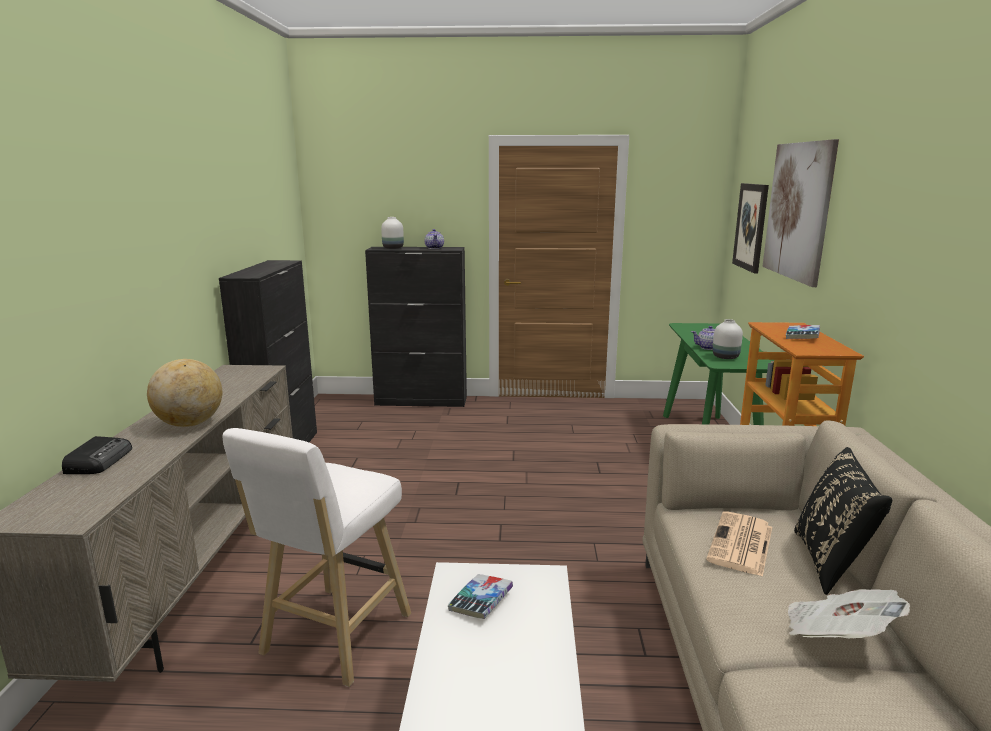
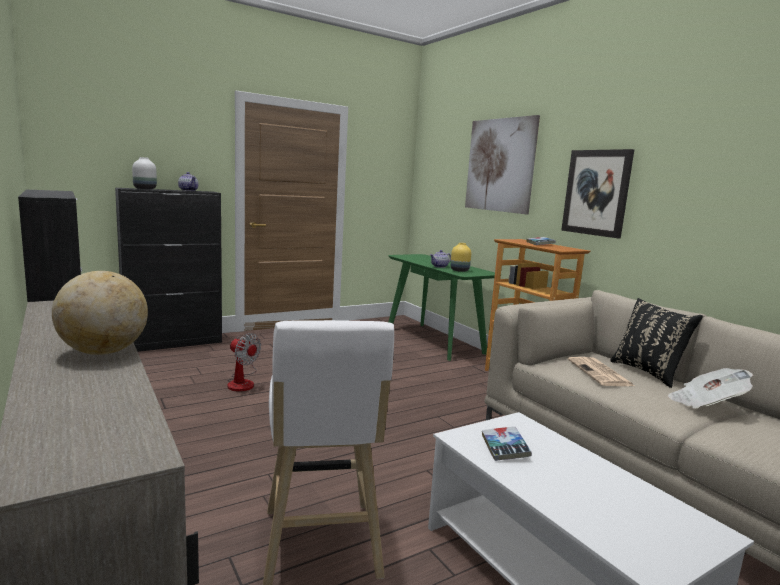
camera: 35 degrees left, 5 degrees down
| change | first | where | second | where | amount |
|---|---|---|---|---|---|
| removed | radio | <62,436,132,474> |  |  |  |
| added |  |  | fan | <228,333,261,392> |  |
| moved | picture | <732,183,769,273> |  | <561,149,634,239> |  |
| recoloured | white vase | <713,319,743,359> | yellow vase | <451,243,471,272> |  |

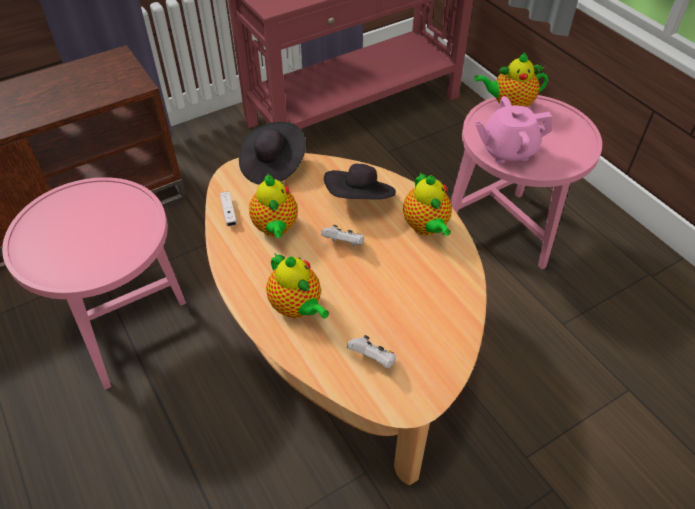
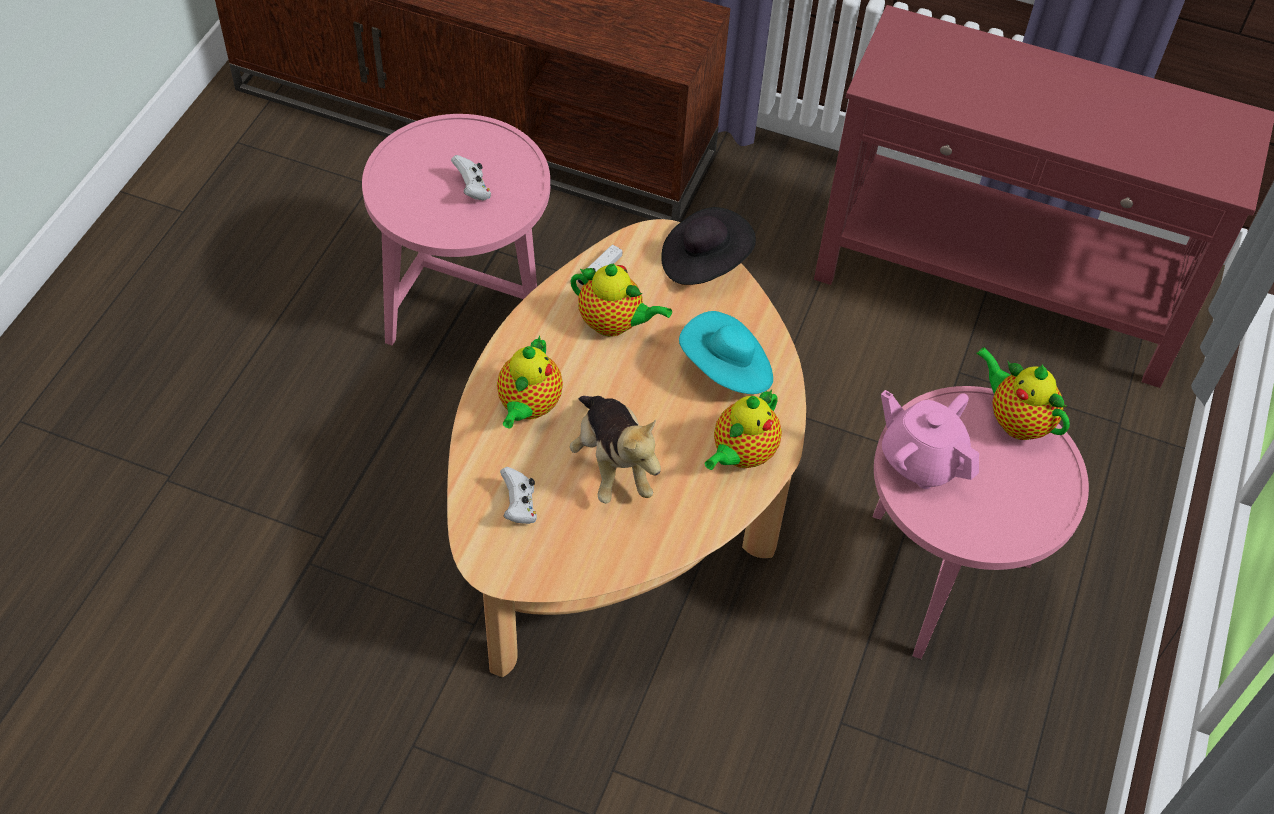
camera: 50 degrees right, 5 degrees up
| change | first | where | second | where | amount |
|---|---|---|---|---|---|
| added |  |  | plush toy | <570,396,661,504> |  |
| moved | white game controller | <321,225,364,246> |  | <451,155,491,201> |  |
| recoloured | black hat | <324,164,396,200> | turquoise hat | <679,311,773,394> |  |
| turned | teapot | <249,173,297,238> |  | <571,264,672,336> | 105 degrees counterclockwise |

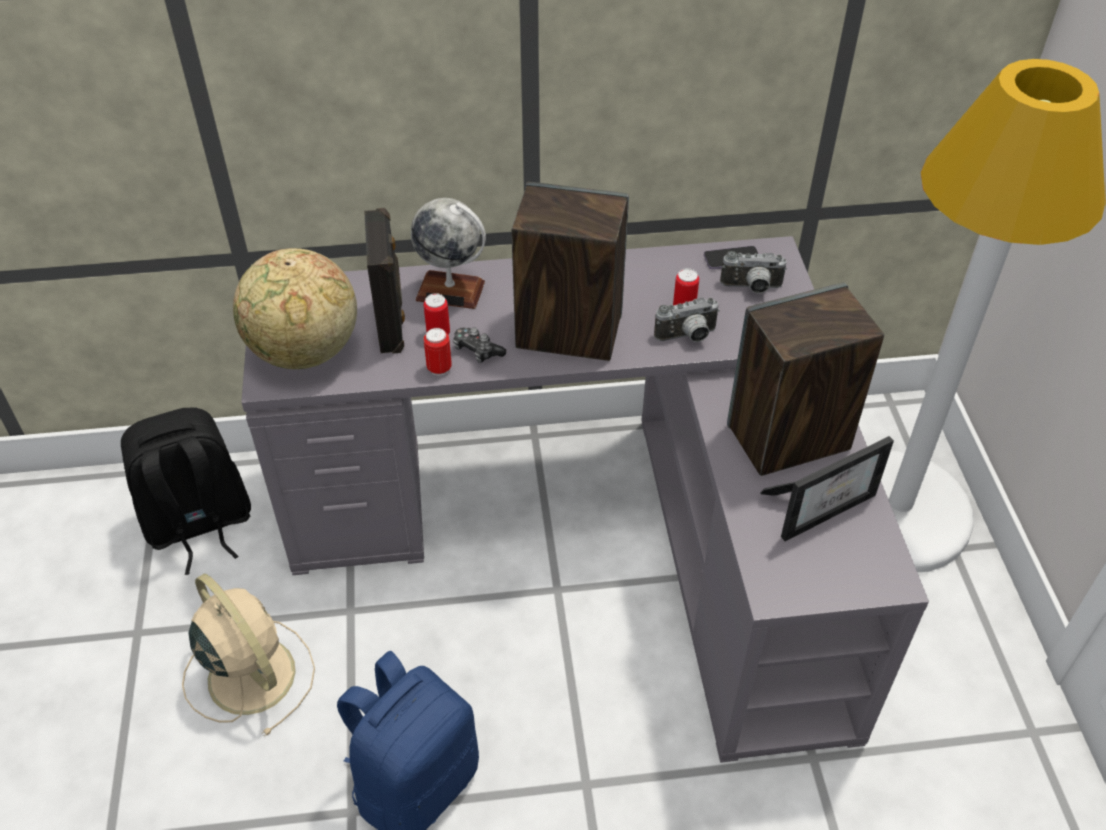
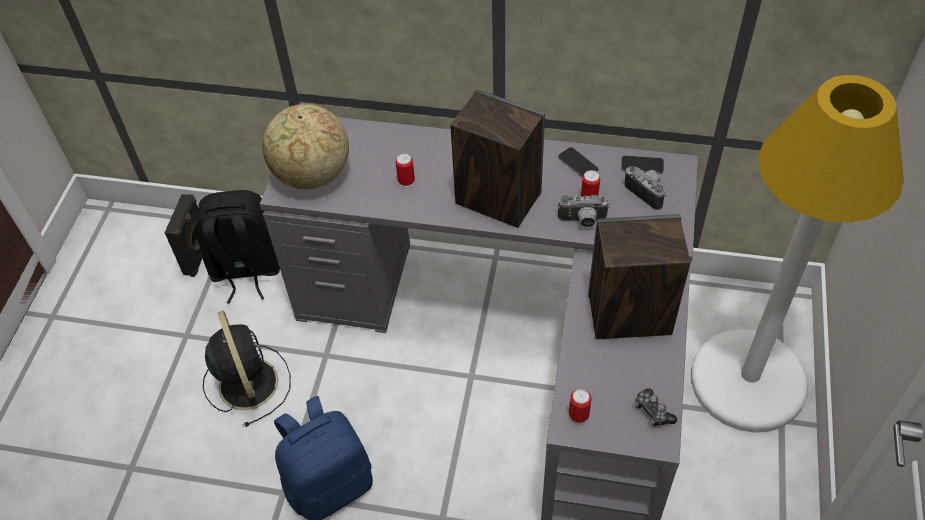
camera: 20 degrees right, 5 degrees up
| change | first | where | second | where | amount |
|---|---|---|---|---|---|
| removed | globe | <411,198,486,309> |  |  |  |
| removed | picture frame | <760,436,894,541> |  |  |  |
| added |  |  | phone | <558,147,599,178> |  |
| moved | black speaker | <364,208,405,354> |  | <164,194,203,277> |  |
| moved | can | <424,328,452,376> |  | <569,389,592,422> |  |
| moved | game controller | <453,327,506,363> |  | <634,388,678,426> |  |
| recoloured | beige fan | <182,573,315,736> | black fan | <203,310,291,427> |  |
| turned | photo camera | <720,251,787,294> |  | <625,166,666,210> | 150 degrees counterclockwise |

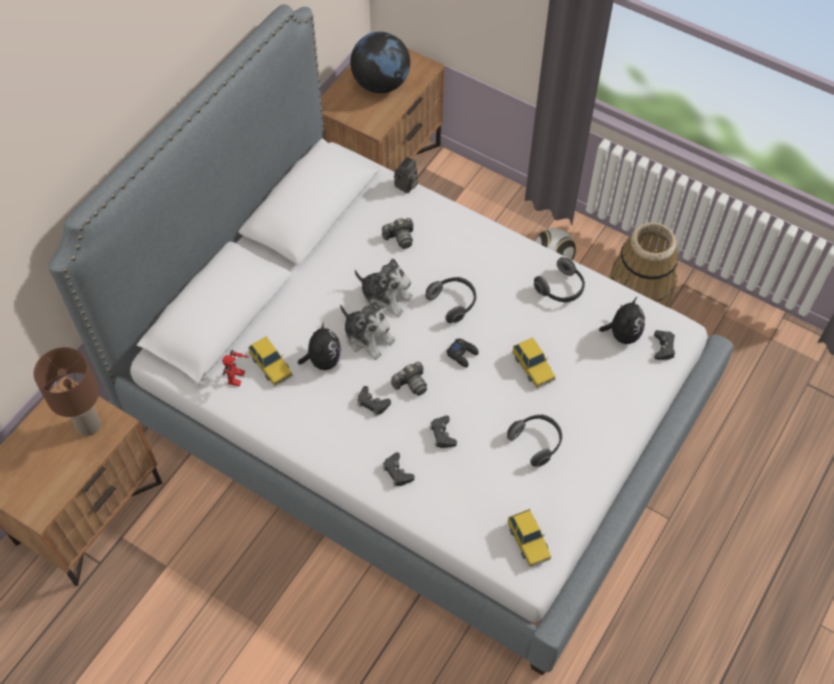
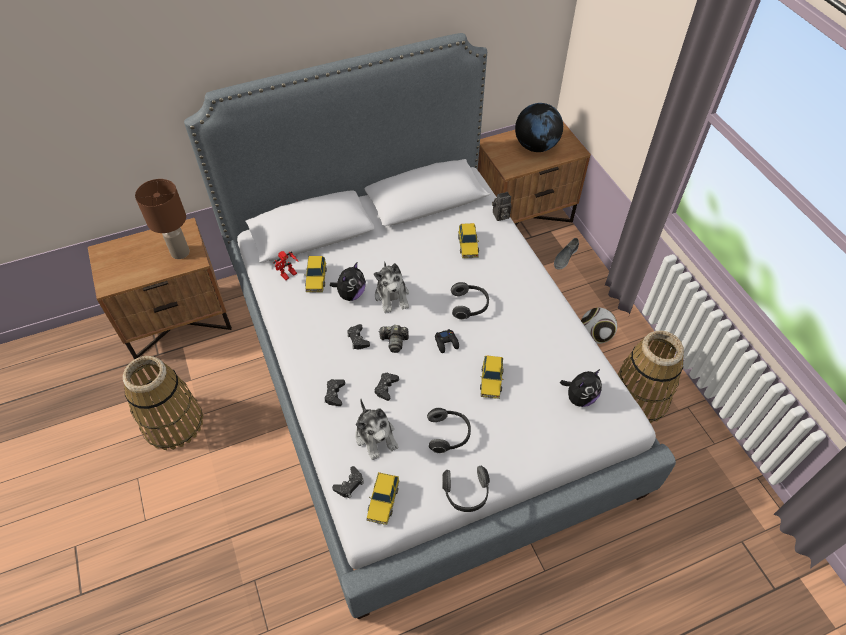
camera: 35 degrees right, 5 degrees down
| change | first | where | second | where | amount |
|---|---|---|---|---|---|
| added |  |  | basket | <123,356,203,450> |  |
| added |  |  | grey shoe | <554,238,579,269> |  |
| moved | plush toy | <355,259,413,317> |  | <355,399,398,460> |  |
| moved | headphones | <534,257,585,303> |  | <442,465,490,512> |  |
| moved | black game controller | <654,330,675,360> |  | <332,466,364,498> |  |
| replaced | photo camera | <382,218,413,249> | toy car | <458,223,479,258> |  |

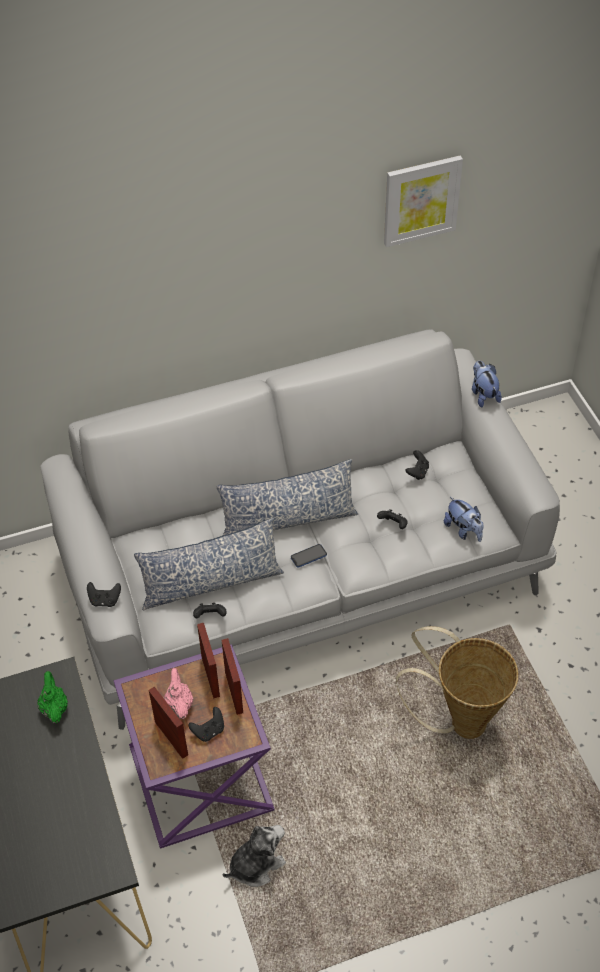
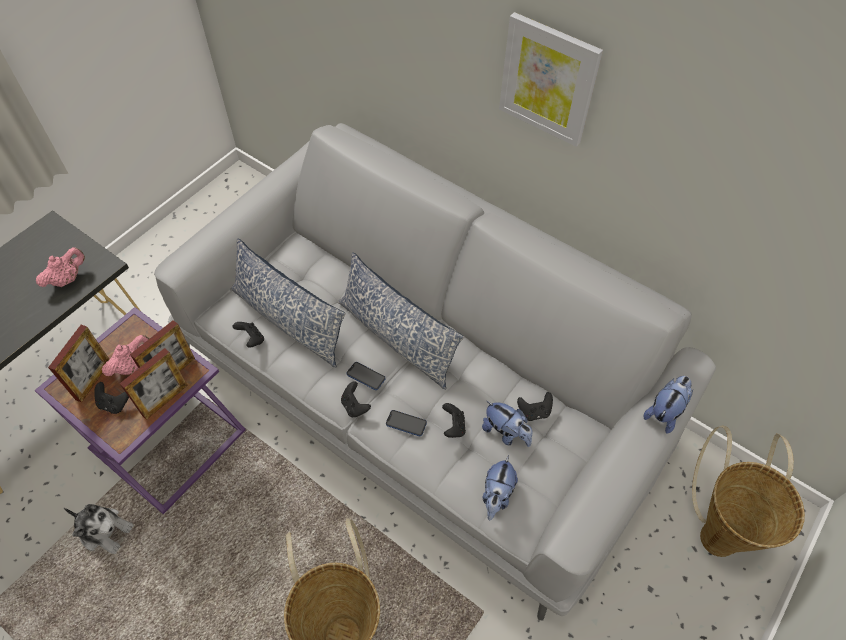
camera: 55 degrees right, 5 degrees up
| change | first | where | second | where | amount |
|---|---|---|---|---|---|
| added |  |  | phone | <386,410,427,437> |  |
| added |  |  | plush toy | <482,401,532,447> |  |
| added |  |  | basket | <692,425,805,557> |  |
| moved | black game controller | <87,582,121,607> |  | <341,381,371,417> |  |
| moved | picture | <384,156,463,247> |  | <499,12,603,147> |  |
| recoloured | green teapot | <37,671,68,724> | pink teapot | <36,247,85,287> |  |

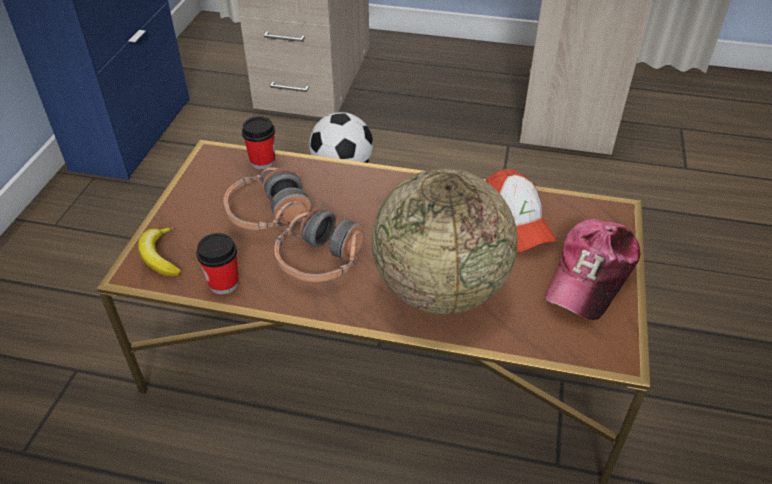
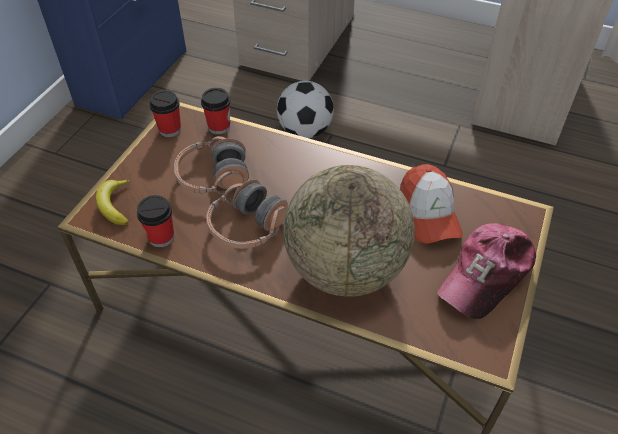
camera: 10 degrees right, 5 degrees up
| change | first | where | second | where | amount |
|---|---|---|---|---|---|
| added |  |  | cup | <150,90,181,137> |  |

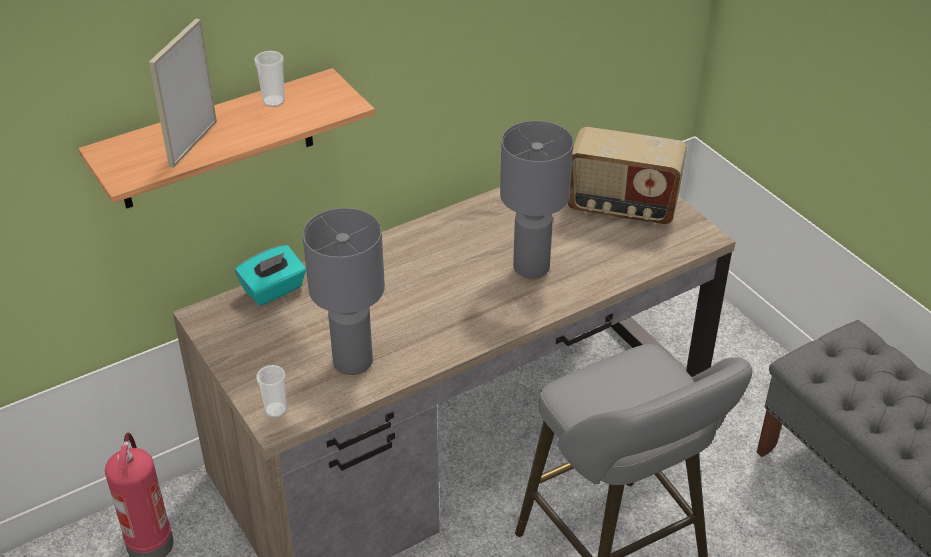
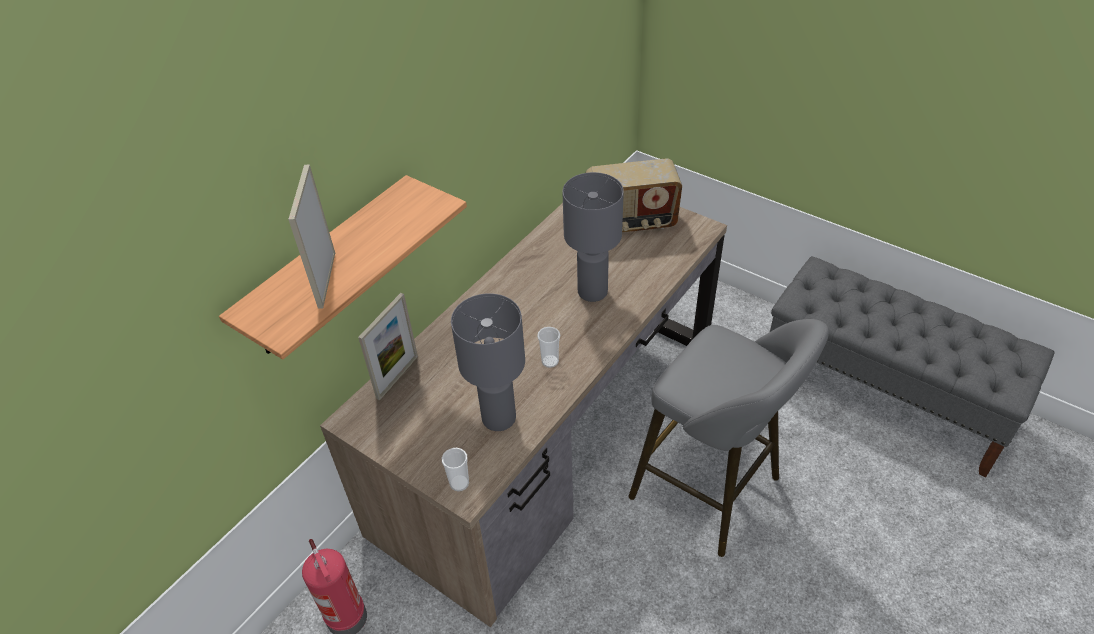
camera: 20 degrees left, 5 degrees up
| change | first | where | second | where | amount |
|---|---|---|---|---|---|
| moved | cup | <254,51,285,107> |  | <537,327,560,368> |  |
| replaced | turquoise tissue box | <235,245,306,306> | picture frame | <358,293,418,400> |  |

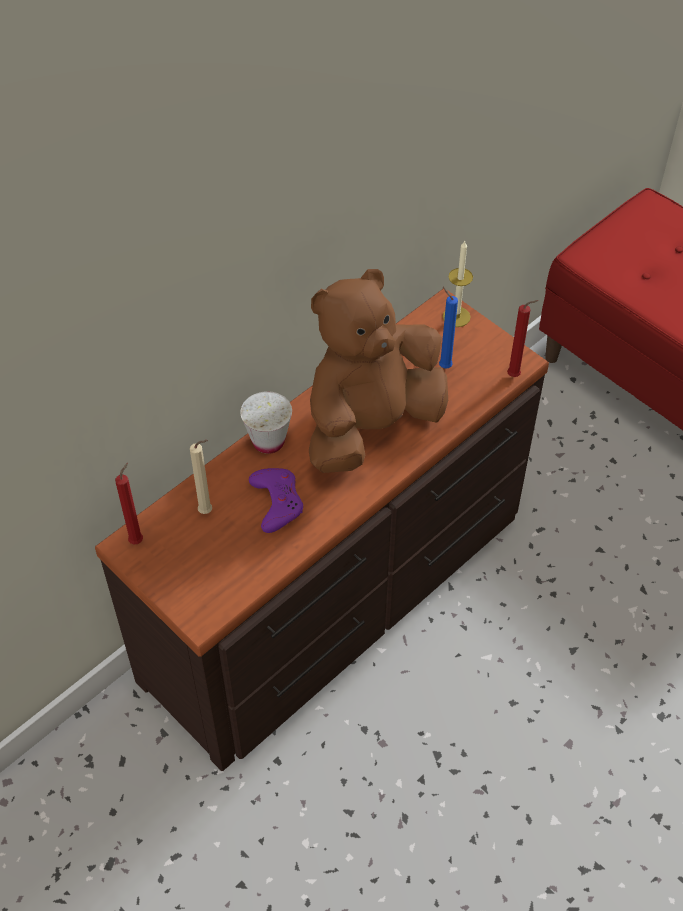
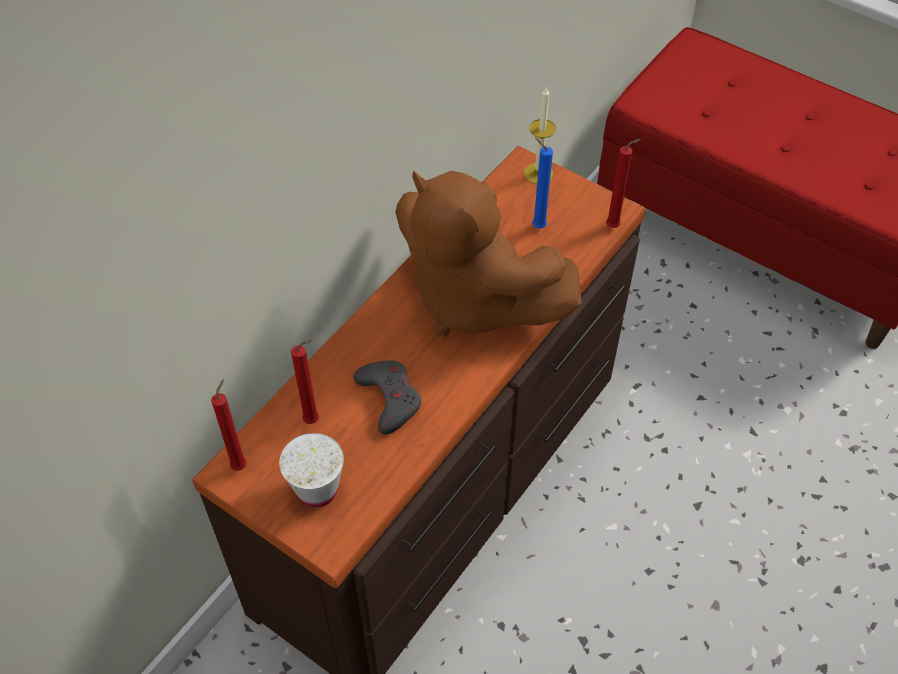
camera: 10 degrees left, 0 degrees up
| change | first | where | second | where | amount |
|---|---|---|---|---|---|
| moved | white cup | <241,391,292,454> |  | <279,433,344,507> |  |
| recoloured | beige candle | <190,440,212,514> | red candle | <291,339,319,424> |  |
| recoloured | purple game controller | <249,468,303,533> | grey game controller | <353,360,421,435> |  |
| turned | brown plush toy | <309,269,448,473> |  | <395,171,582,337> | 90 degrees counterclockwise |

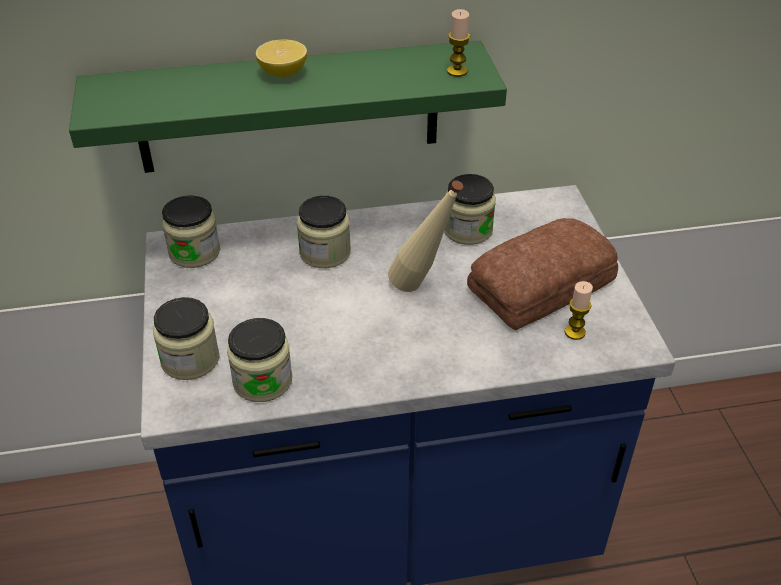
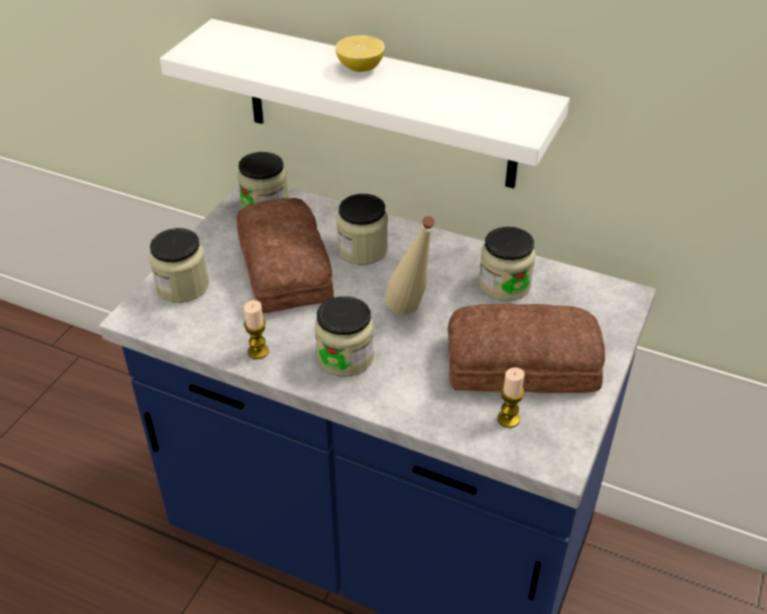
camera: 35 degrees right, 0 degrees up
| change | first | where | second | where | amount |
|---|---|---|---|---|---|
| added |  |  | bread | <236,198,334,313> |  |
| moved | jar | <227,318,292,402> |  | <315,296,374,377> |  |
| moved | candle | <447,9,470,77> |  | <244,300,269,359> |  |
| recoloured | green shelf | <69,41,507,173> | white shelf | <160,19,570,188> |  |

